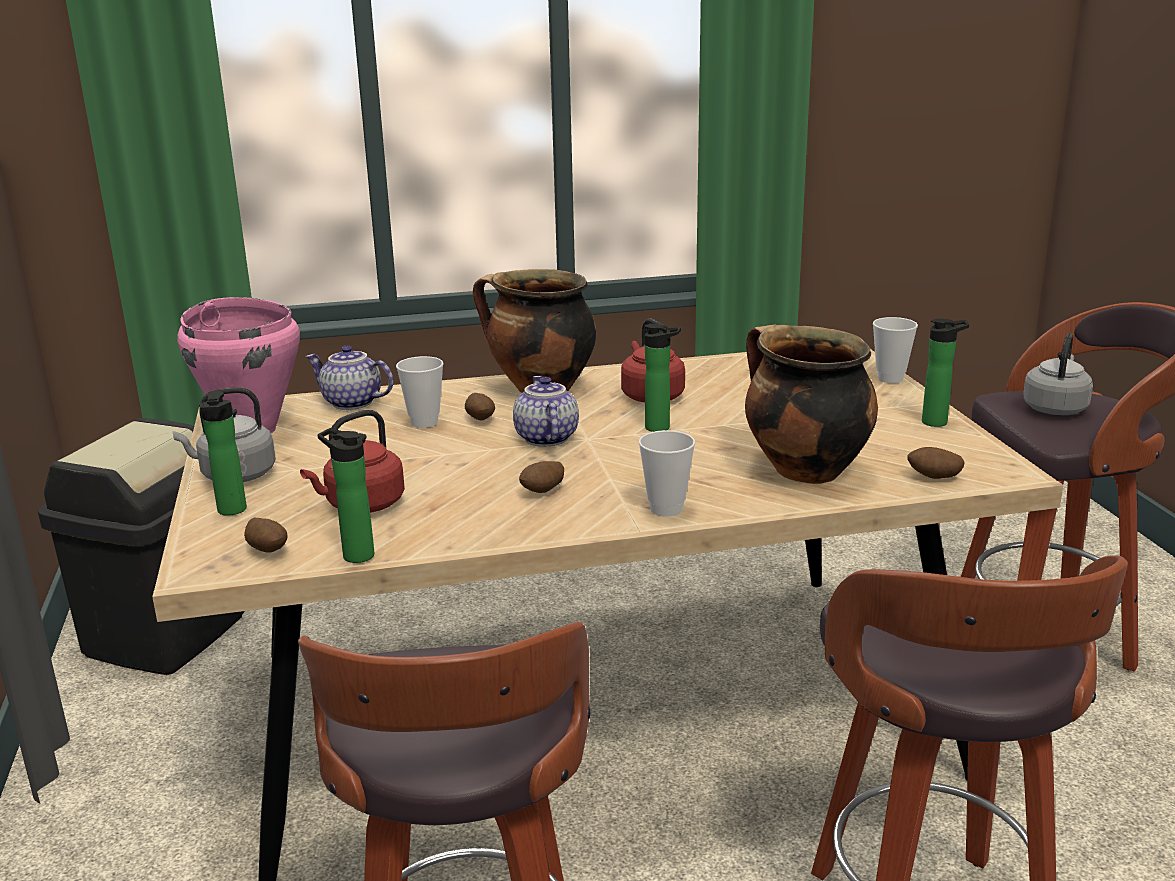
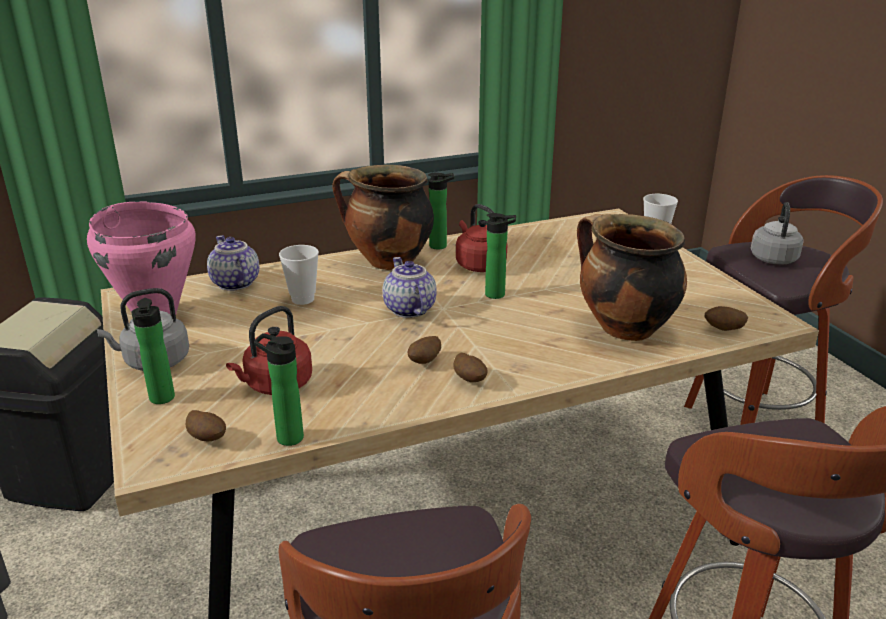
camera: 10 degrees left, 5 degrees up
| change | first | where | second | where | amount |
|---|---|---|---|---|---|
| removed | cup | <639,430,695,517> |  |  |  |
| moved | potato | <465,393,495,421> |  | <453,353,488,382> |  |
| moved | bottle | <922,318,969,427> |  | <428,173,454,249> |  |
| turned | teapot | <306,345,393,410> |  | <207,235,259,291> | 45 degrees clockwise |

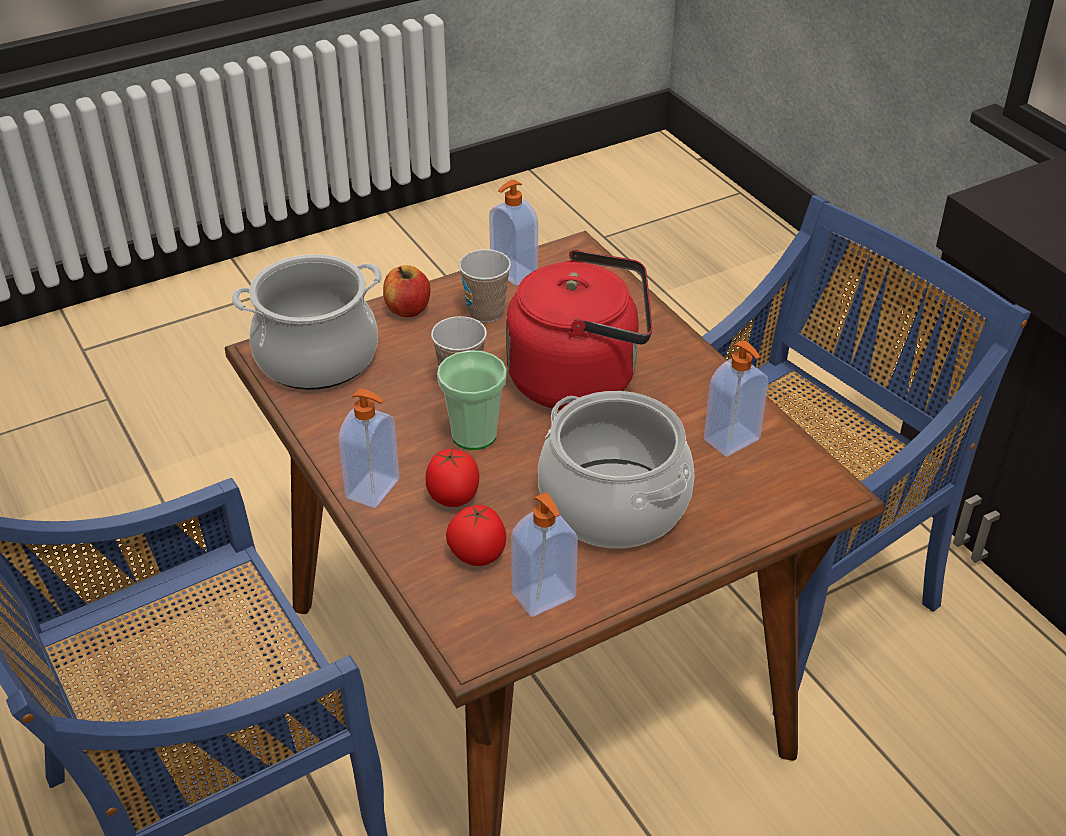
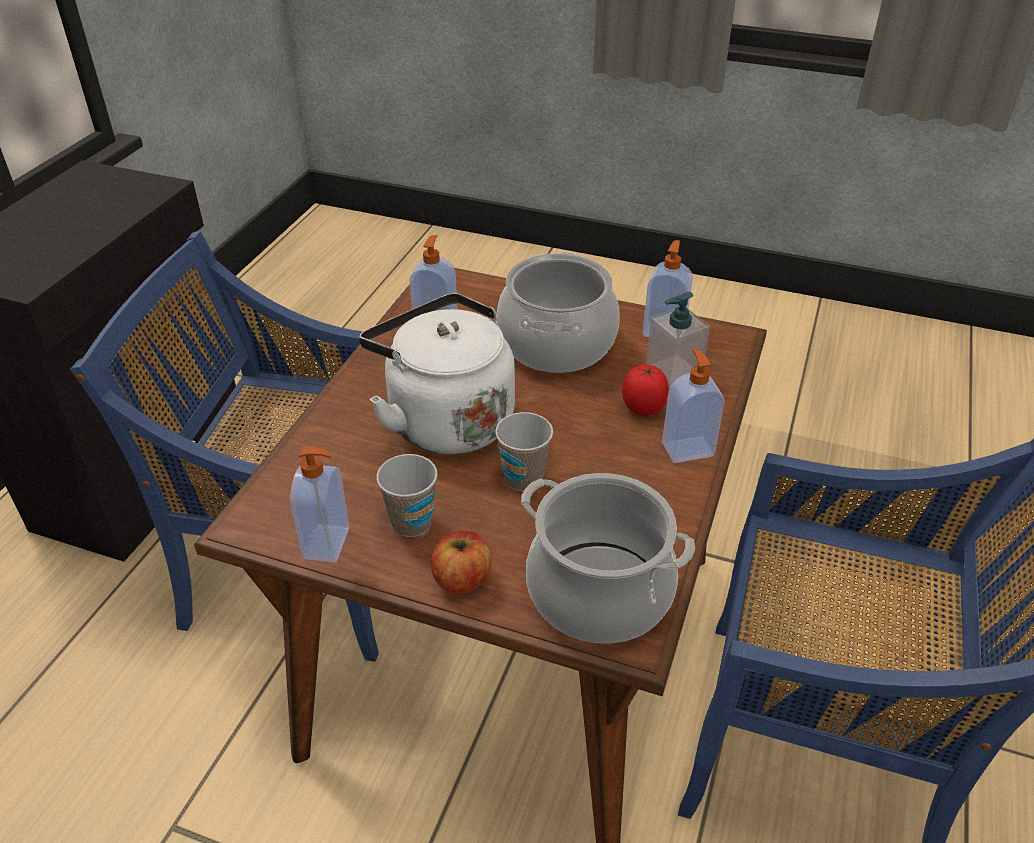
camera: 130 degrees left, 0 degrees up
| change | first | where | second | where | amount |
|---|---|---|---|---|---|
| removed | cup | <437,350,507,450> |  |  |  |
| replaced | tomato | <446,505,506,566> | soap dispenser | <646,292,710,388> |  |
| recoloured | red kettle | <506,250,652,410> | white kettle | <359,293,515,454> |  |

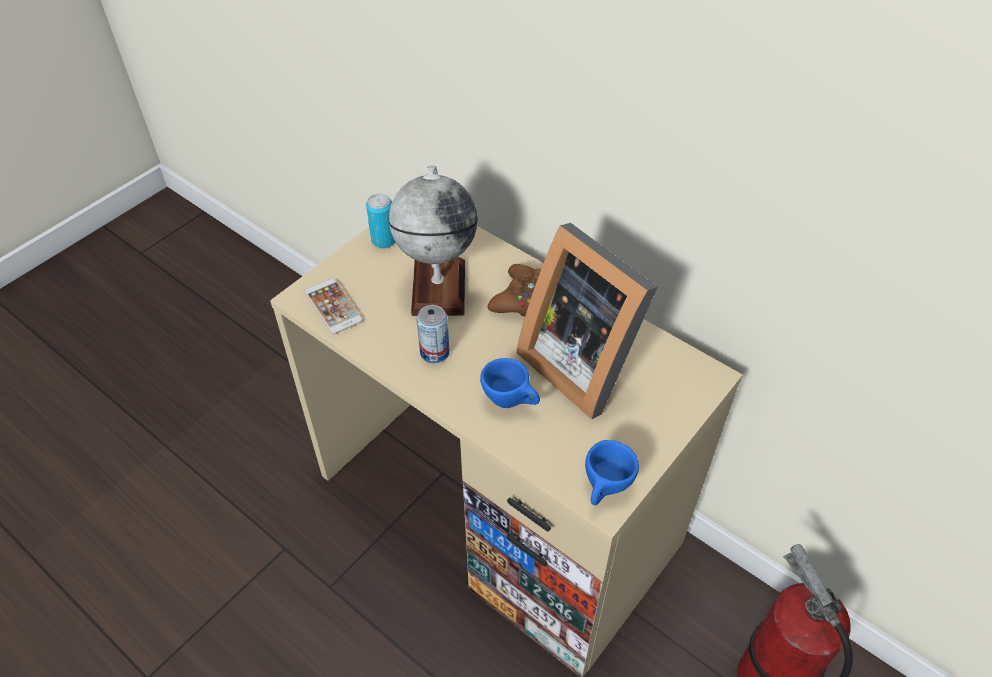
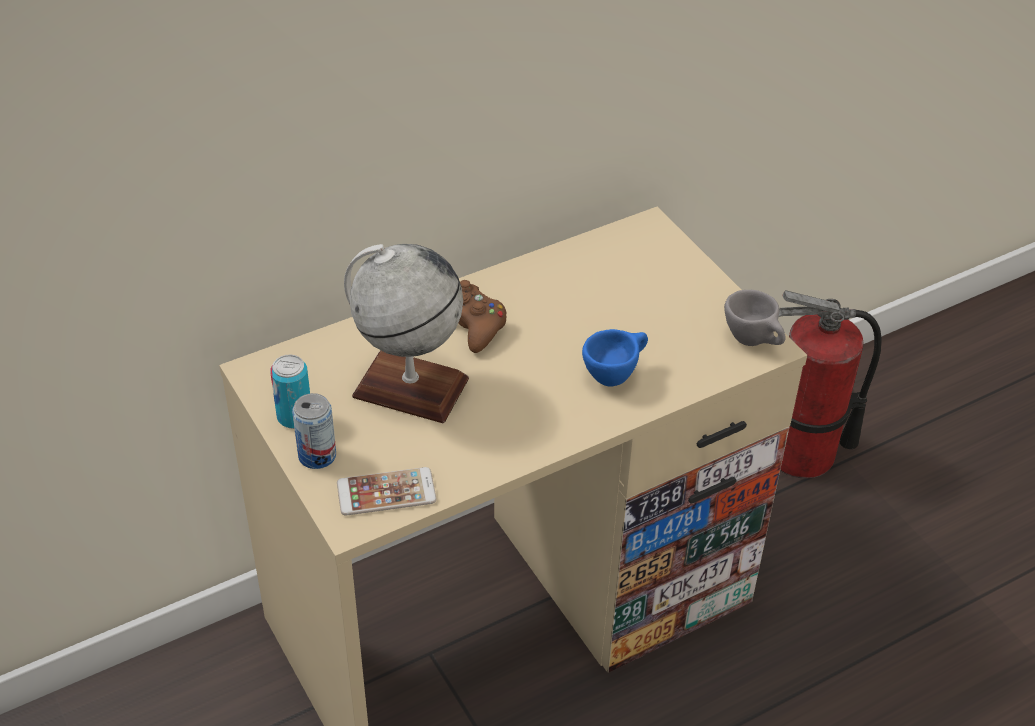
camera: 70 degrees left, 5 degrees down
| change | first | where | second | where | amount |
|---|---|---|---|---|---|
| removed | picture frame | <517,223,657,419> |  |  |  |
| moved | can | <417,305,450,363> |  | <292,393,336,469> |  |
| recoloured | blue cup | <585,440,639,505> | grey cup | <724,290,785,346> |  |

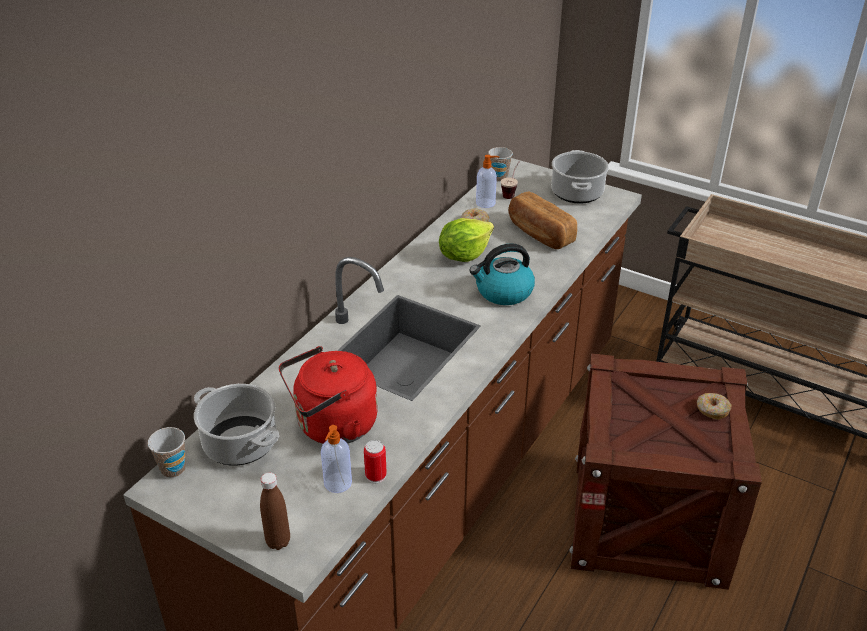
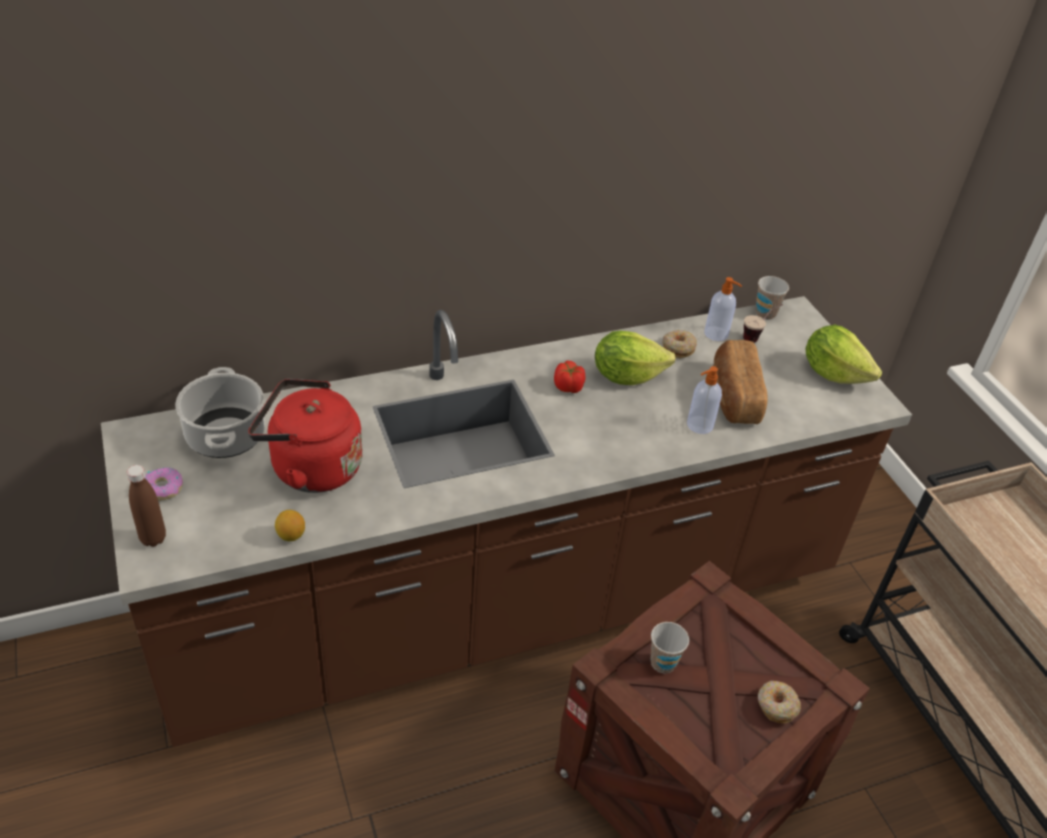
camera: 35 degrees right, 5 degrees up
| change | first | where | second | where | amount |
|---|---|---|---|---|---|
| removed | kettle | <469,243,535,305> |  |  |  |
| added |  |  | donut | <145,467,183,501> |  |
| added |  |  | tomato | <554,361,585,393> |  |
| moved | cup | <148,427,186,478> |  | <650,622,689,674> |  |
| moved | soap dispenser | <321,425,352,493> |  | <687,366,722,434> |  |
| replaced | can | <364,440,387,483> | lemon | <275,510,305,541> |  |
| replaced | cooking pot | <551,150,609,203> | lettuce | <805,325,882,384> |  |

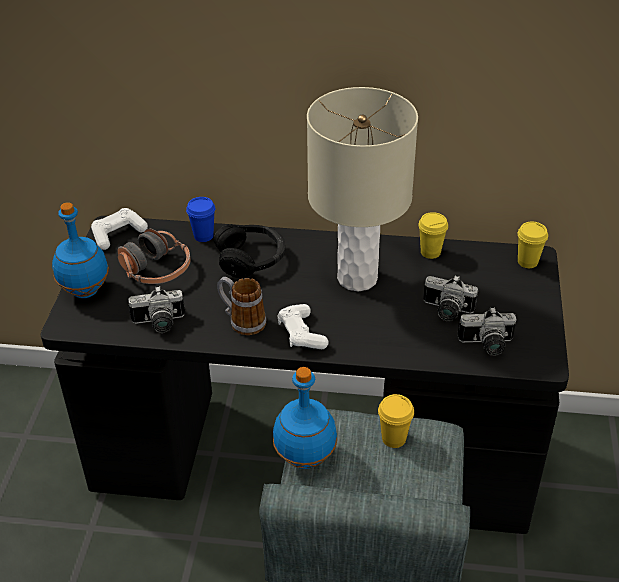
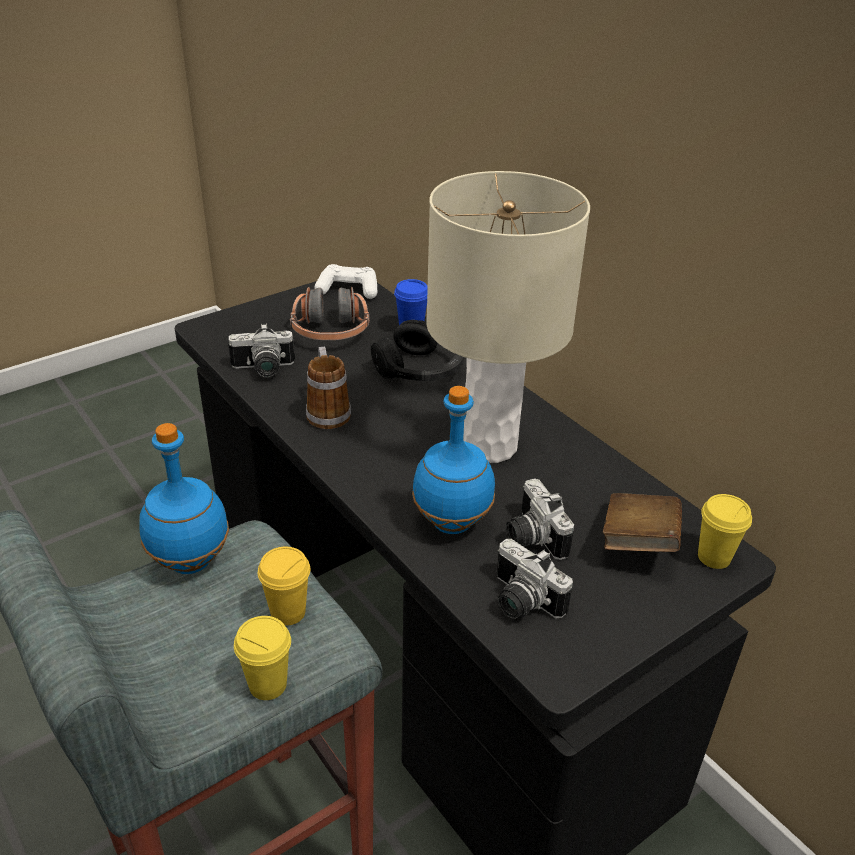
camera: 45 degrees right, 5 degrees down
| change | first | where | second | where | amount |
|---|---|---|---|---|---|
| removed | white game controller | <278,304,329,349> |  |  |  |
| added |  |  | brown book | <603,493,682,552> |  |
| moved | blue bottle | <52,202,109,298> |  | <412,386,495,534> |  |
| moved | yellow cup | <418,212,448,259> |  | <234,616,291,700> |  |
| turned | photo camera | <128,286,185,333> |  | <228,323,295,378> | 45 degrees counterclockwise |

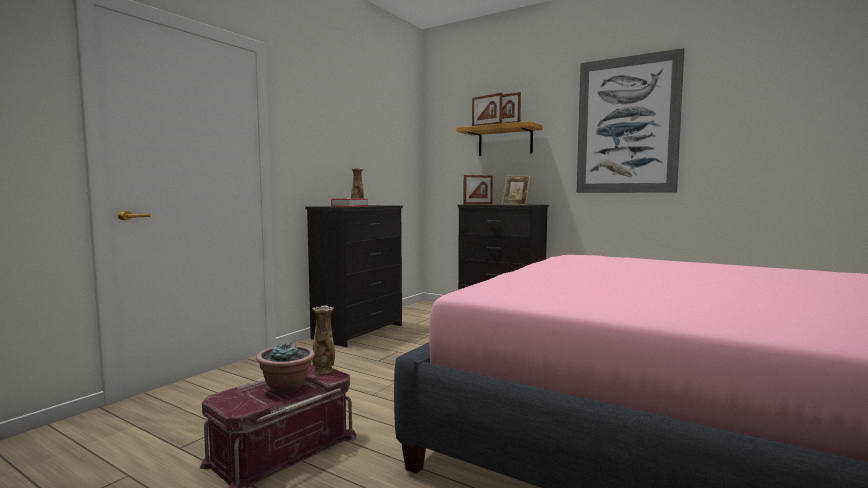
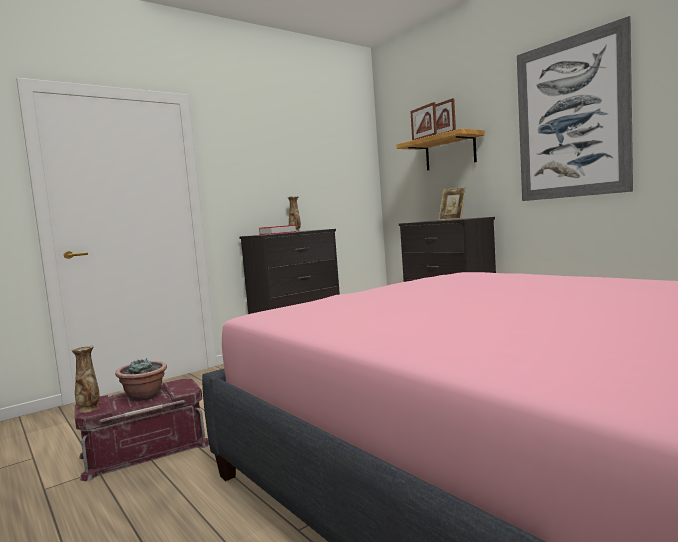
camera: 20 degrees right, 0 degrees up
| change | first | where | second | where | amount |
|---|---|---|---|---|---|
| removed | picture frame | <463,175,493,205> |  |  |  |
| moved | vase | <312,306,335,374> |  | <71,345,100,413> |  |

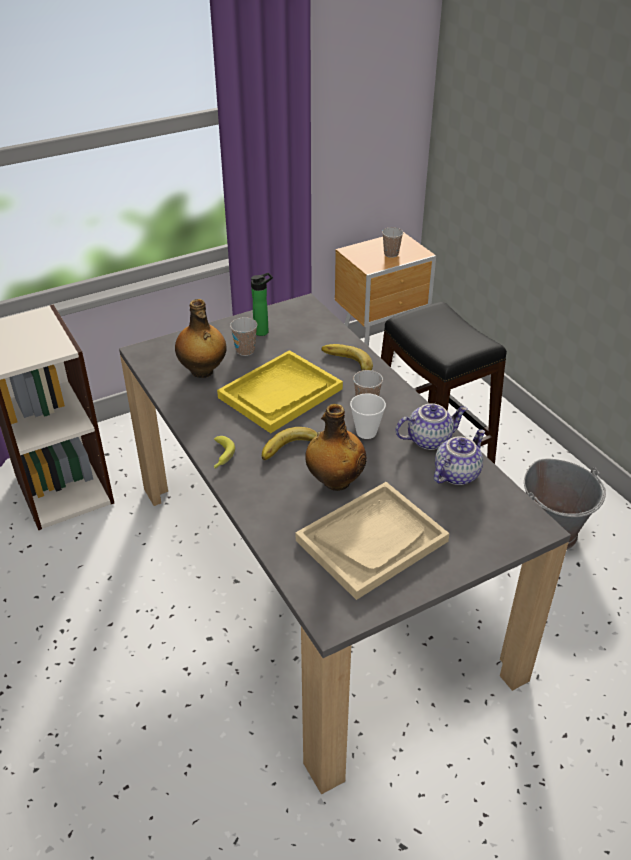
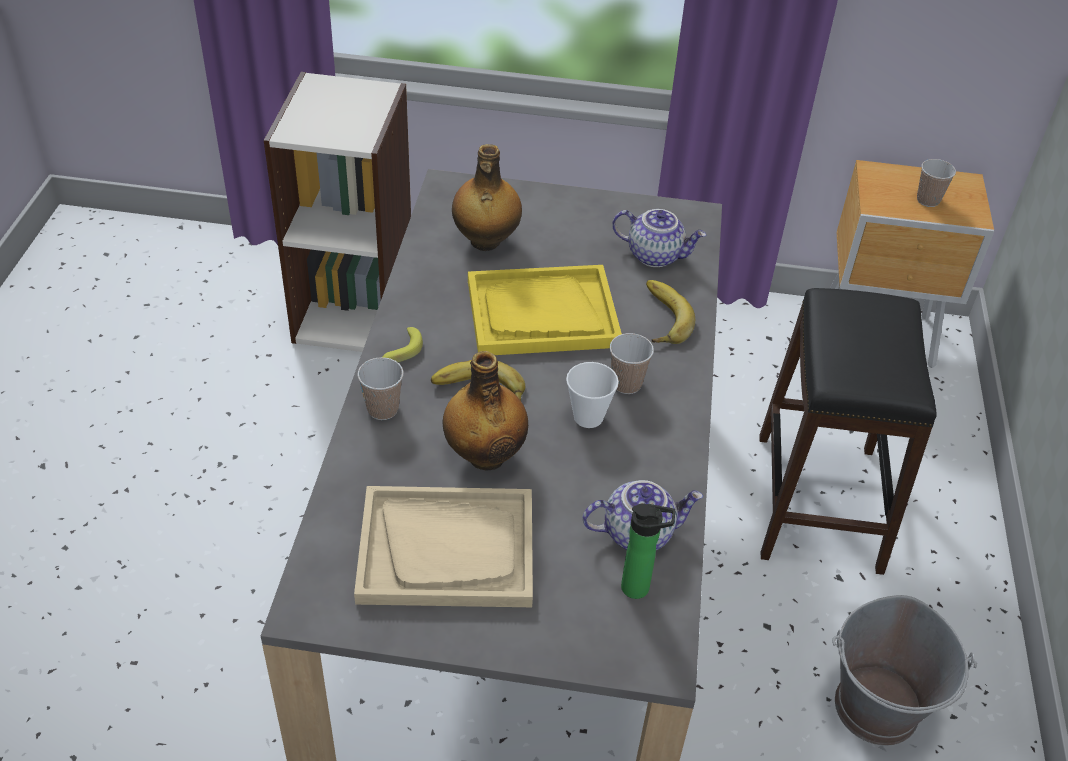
camera: 35 degrees right, 5 degrees up
| change | first | where | second | where | amount |
|---|---|---|---|---|---|
| moved | cup | <230,317,257,356> |  | <357,357,404,420> |  |
| moved | bottle | <251,273,273,336> |  | <621,503,675,599> |  |
| moved | teapot | <395,403,468,450> |  | <612,209,706,267> |  |

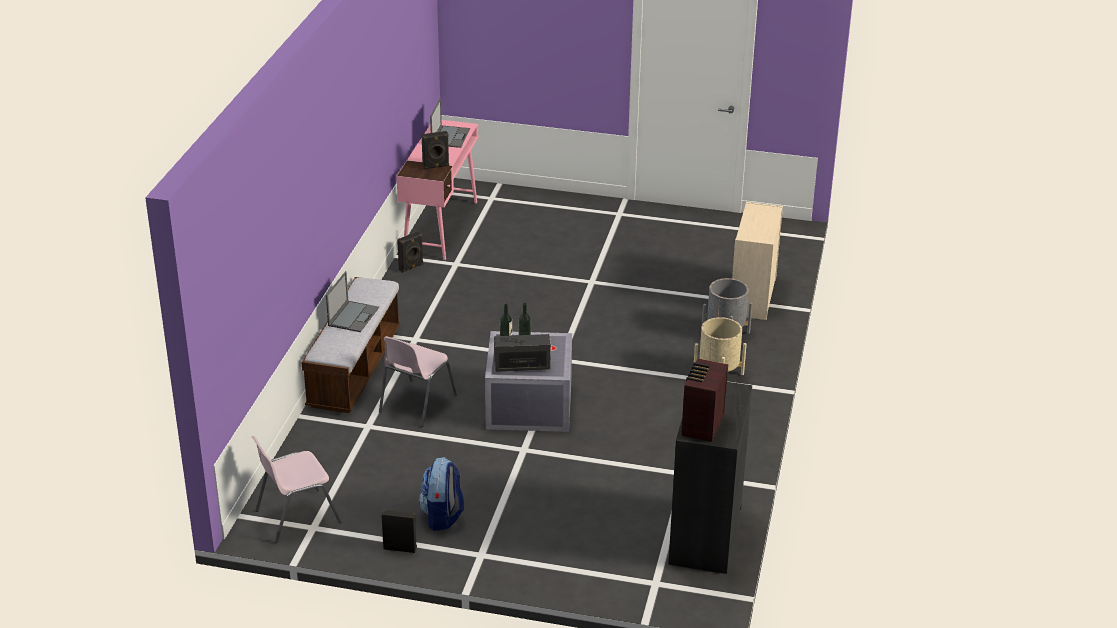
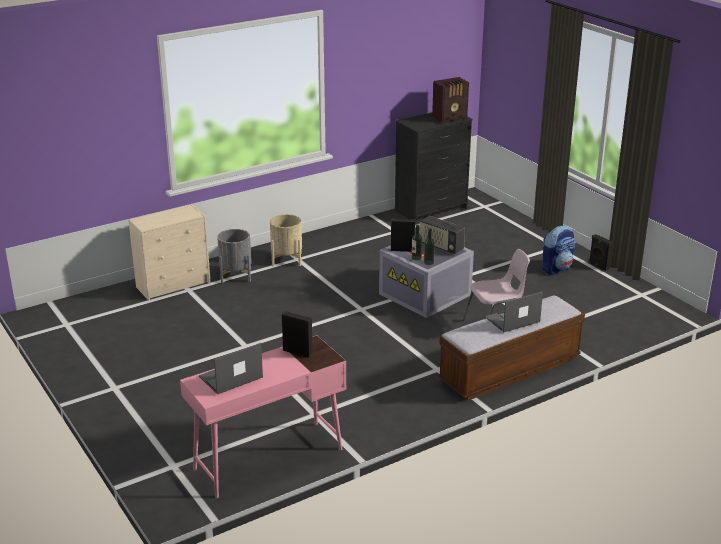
camera: 135 degrees left, 5 degrees down
| change | first | where | second | where | amount |
|---|---|---|---|---|---|
| removed | pink chair | <252,436,341,543> |  |  |  |
| moved | black speaker | <397,231,423,273> |  | <391,218,416,252> |  |

